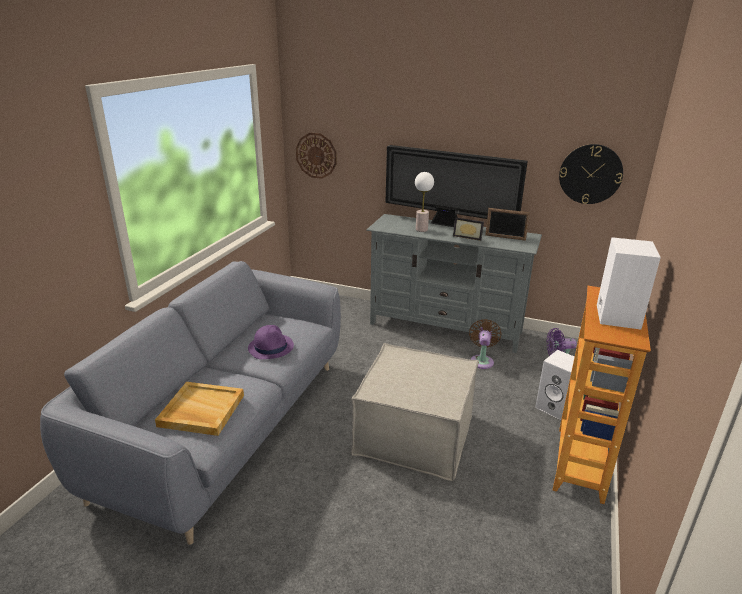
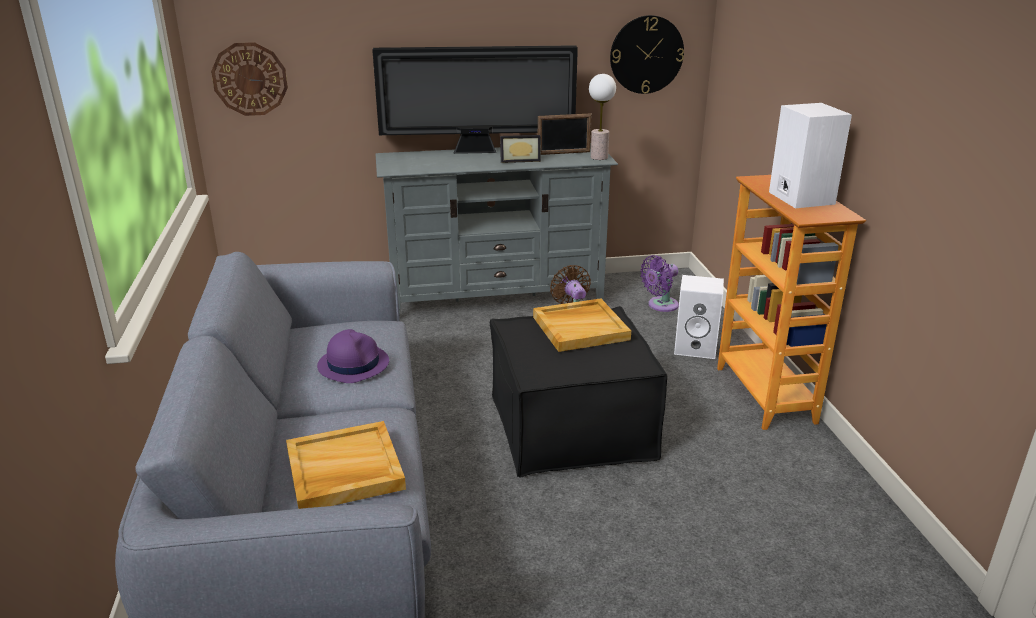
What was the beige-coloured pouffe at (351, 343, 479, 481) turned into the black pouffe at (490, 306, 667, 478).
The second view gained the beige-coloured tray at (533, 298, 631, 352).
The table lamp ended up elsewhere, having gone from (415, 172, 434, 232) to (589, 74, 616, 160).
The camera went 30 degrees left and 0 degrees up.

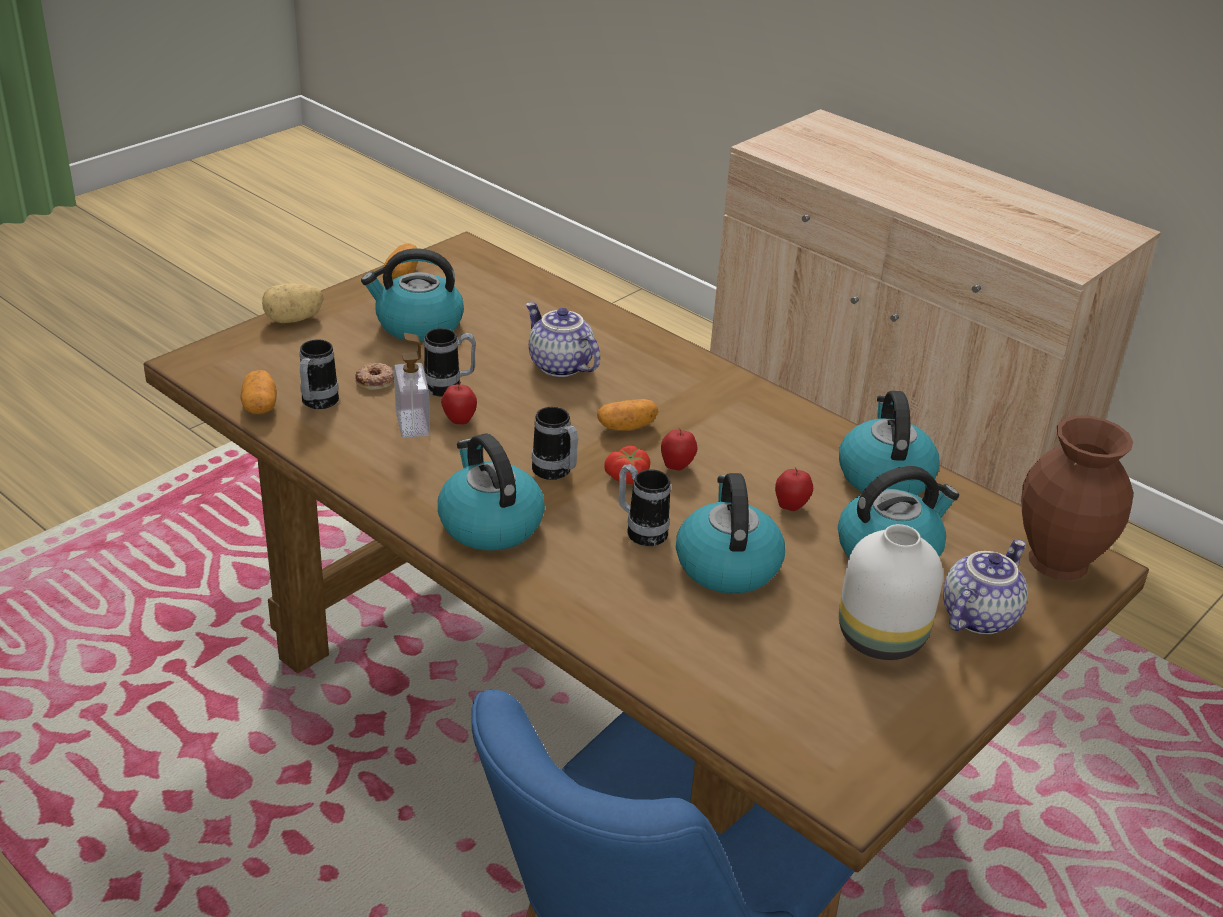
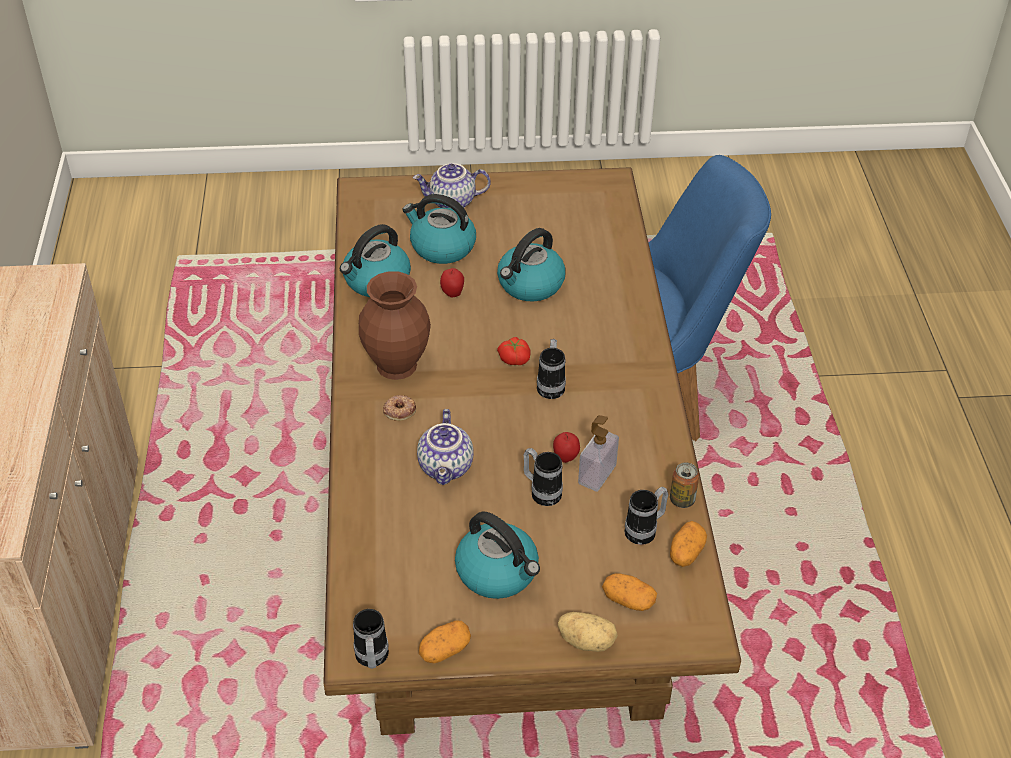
The tea mug ended up elsewhere, having gone from (618, 464, 671, 546) to (353, 609, 389, 669).
The brown vase ended up elsewhere, having gone from (1021, 415, 1134, 580) to (359, 271, 431, 380).
The donut ended up elsewhere, having gone from (356, 363, 394, 390) to (383, 395, 416, 421).
The potato ended up elsewhere, having gone from (597, 399, 658, 431) to (602, 573, 657, 611).
The second view gained the can at (670, 463, 699, 508).
The second view lost the tea kettle at (438, 433, 545, 551).
The second view lost the whole apple at (661, 428, 697, 471).
The second view lost the white-coloured vase at (839, 524, 943, 660).
The camera went 135 degrees left and 10 degrees up.

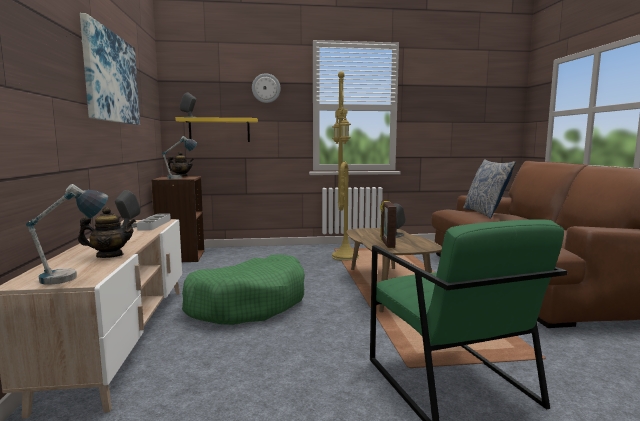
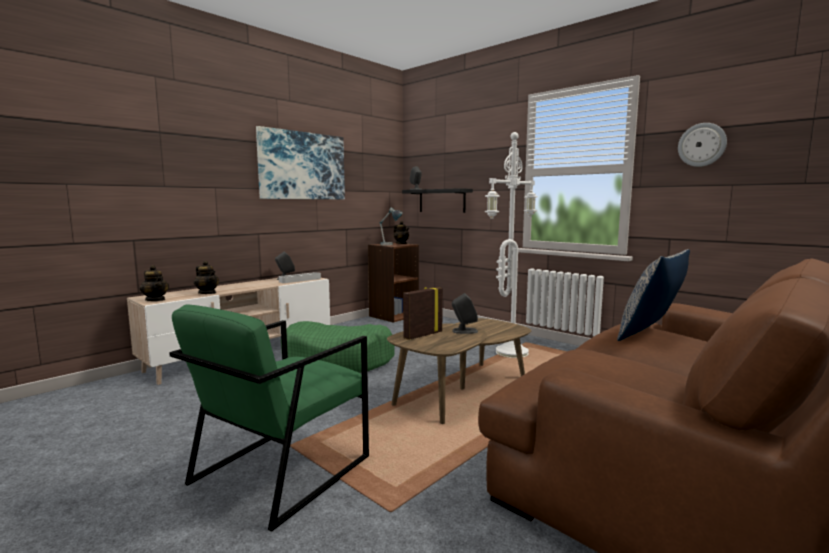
Where the table lamp stood at (26, 184, 108, 285), the pot for tea came to stand at (139, 265, 169, 301).
What was the yellowish wall shelf at (176, 117, 258, 142) turned into the black wall shelf at (402, 188, 473, 213).
What was the yellowish standard lamp at (332, 71, 359, 261) turned into the white-coloured standard lamp at (485, 132, 538, 358).
The hanging clock ended up elsewhere, having gone from (252, 73, 281, 103) to (678, 123, 727, 167).
The camera went 50 degrees right and 0 degrees up.

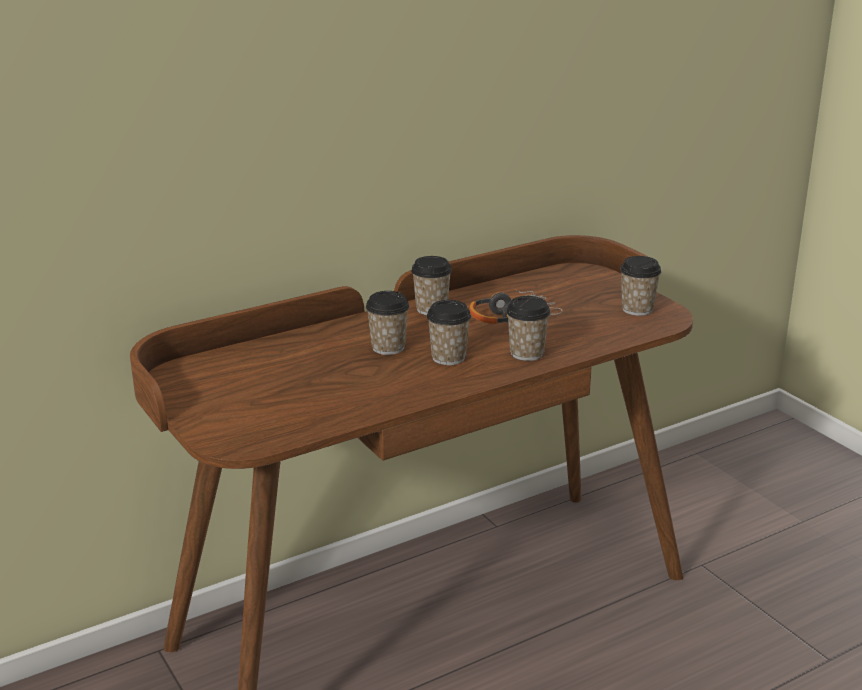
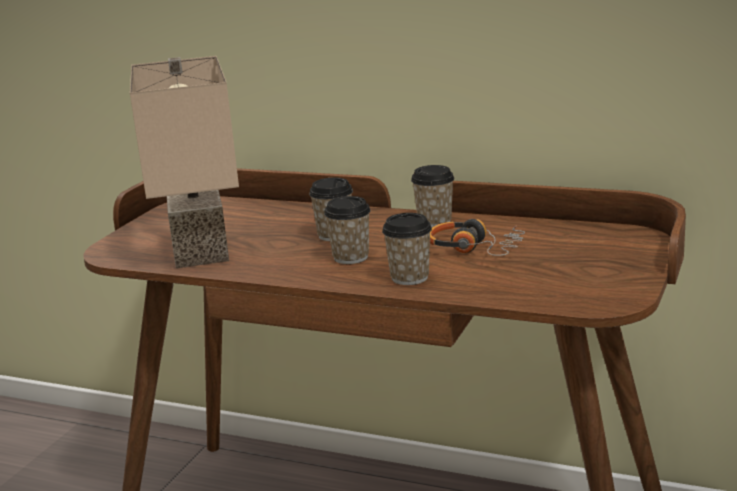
The second view gained the beige-coloured table lamp at (130, 56, 239, 268).
The second view lost the drinking cup at (620, 256, 661, 316).
The camera went 55 degrees right and 5 degrees down.

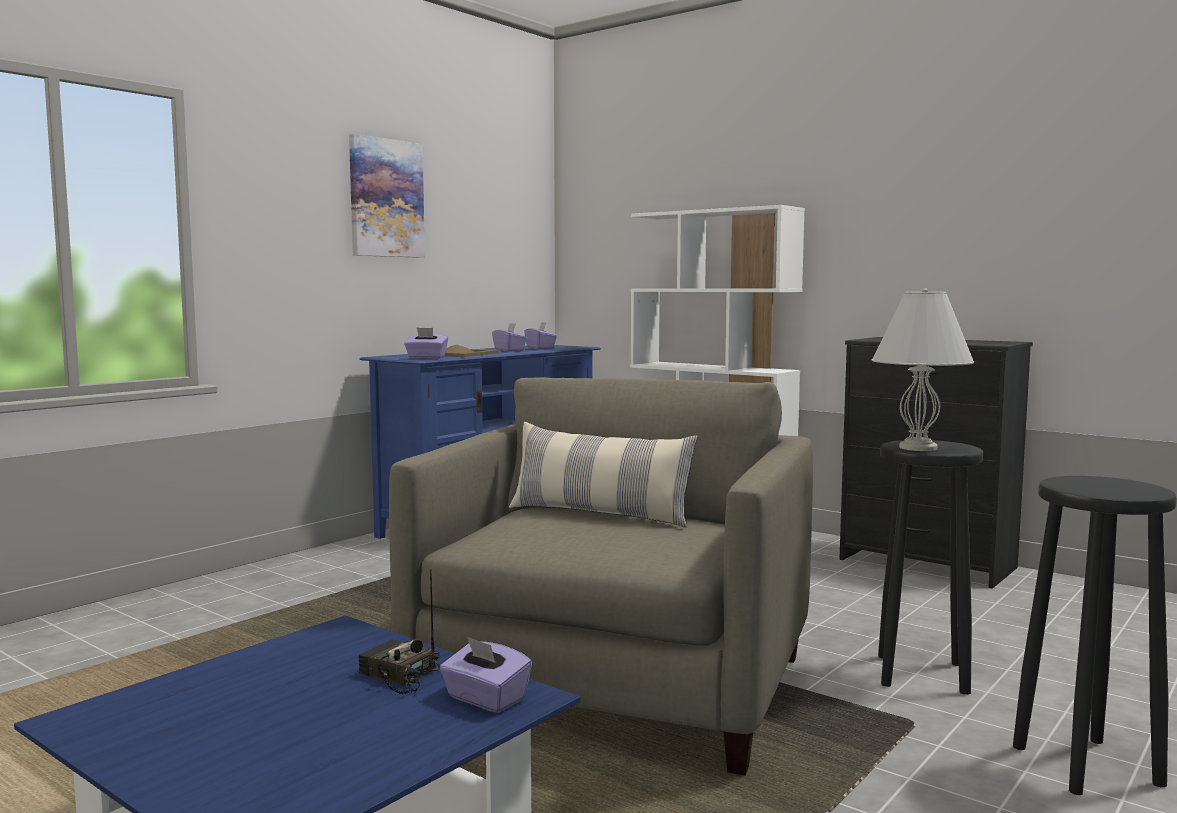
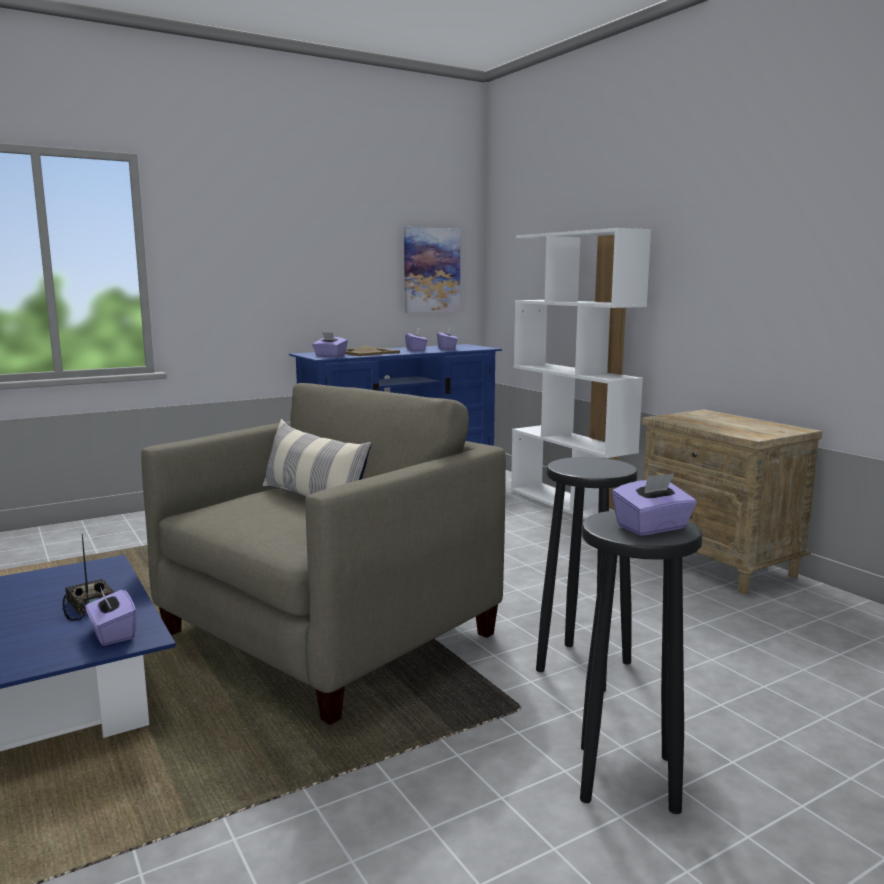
The picture ended up elsewhere, having gone from (349, 134, 425, 258) to (404, 227, 460, 313).
The second view gained the purple-coloured tissue holder at (612, 473, 697, 536).
Where the black chest of drawers stood at (839, 337, 1033, 589), the beige-coloured night table came to stand at (642, 409, 822, 594).
The second view lost the white-coloured table lamp at (871, 288, 974, 451).
The camera went 20 degrees right and 5 degrees up.

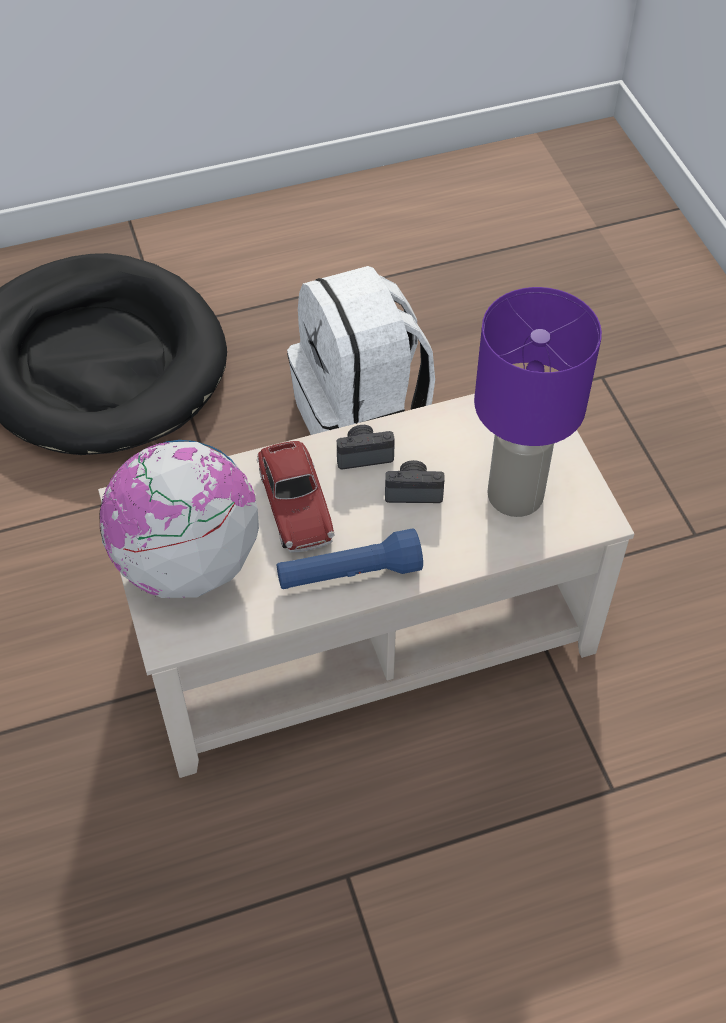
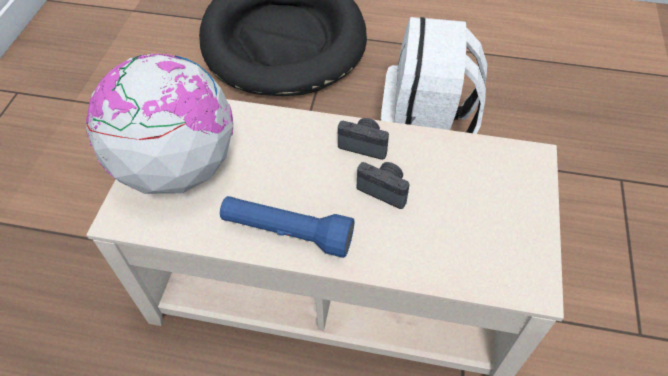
The second view lost the model car at (257, 441, 334, 553).
The second view lost the purple-coloured table lamp at (474, 287, 602, 517).
The camera went 30 degrees right and 0 degrees up.

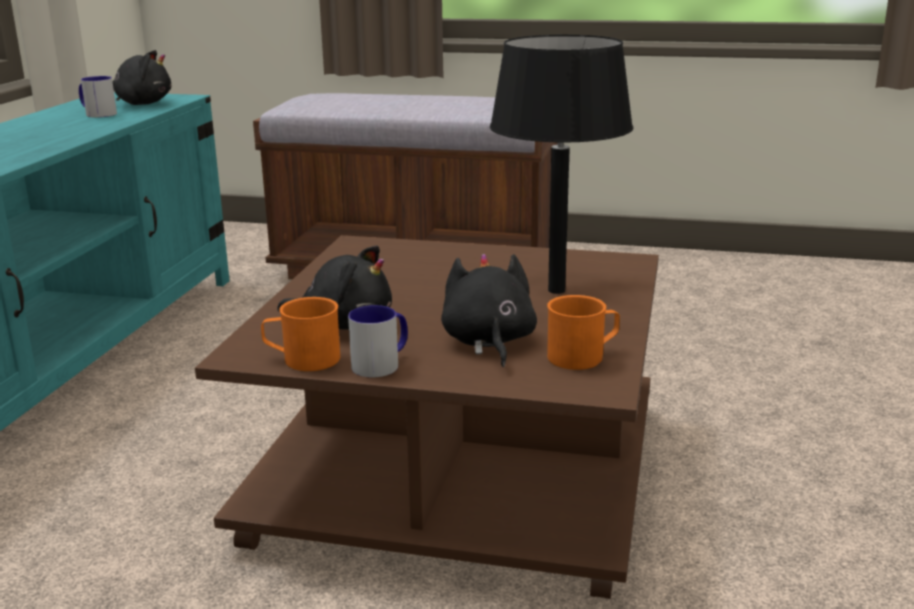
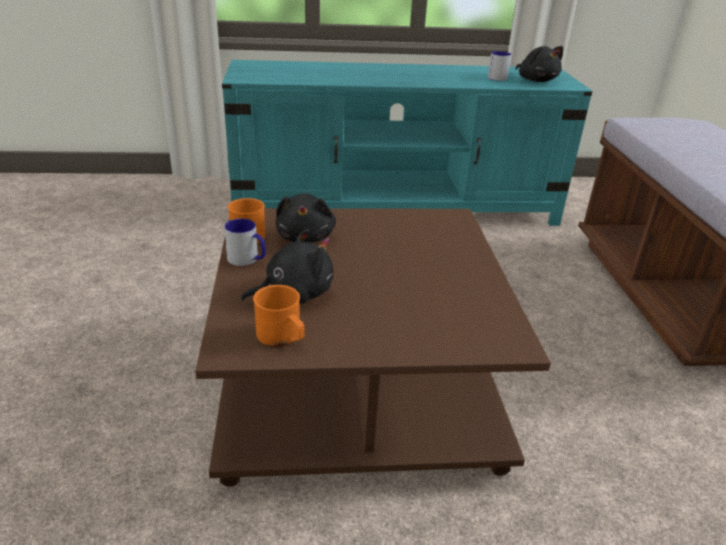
The second view lost the black table lamp at (490, 35, 633, 294).
The camera went 70 degrees right and 10 degrees up.

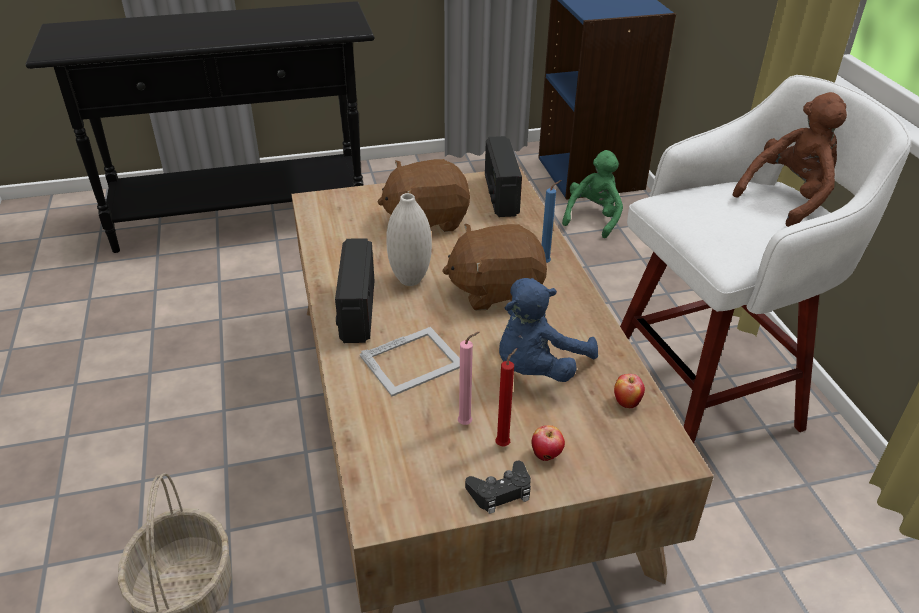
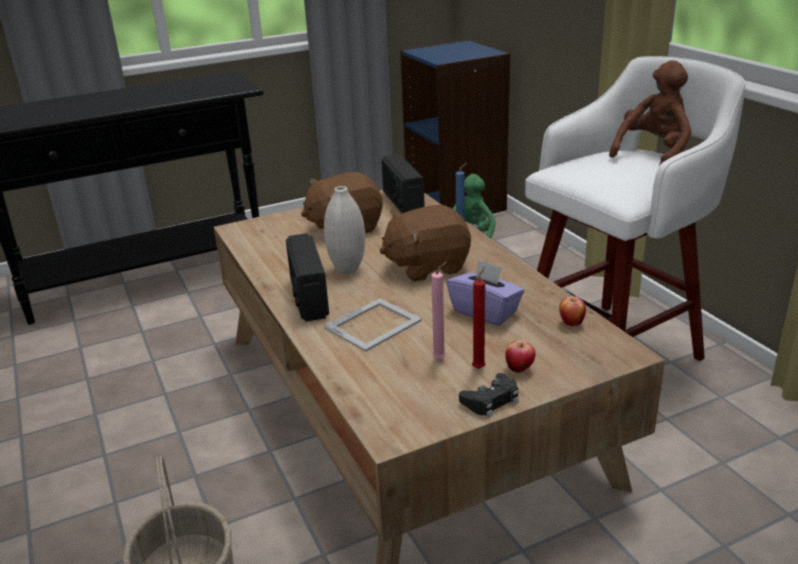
Where the blue-coloured cuddly toy stood at (499, 278, 598, 382), the purple-coloured tissue holder came to stand at (447, 260, 524, 326).
The camera went 10 degrees left and 10 degrees down.

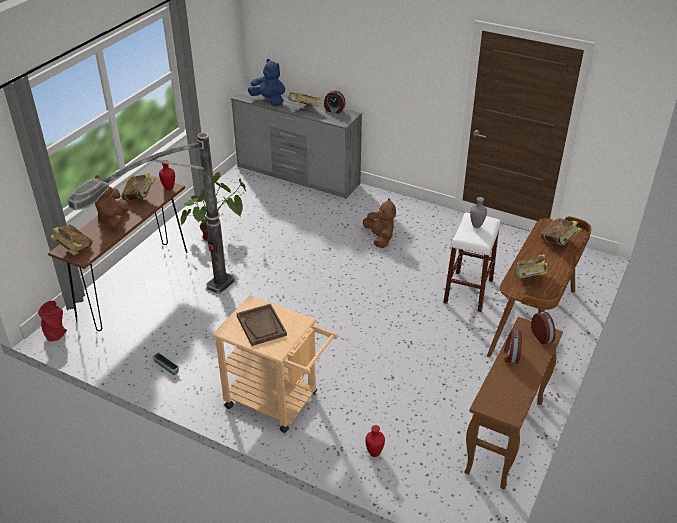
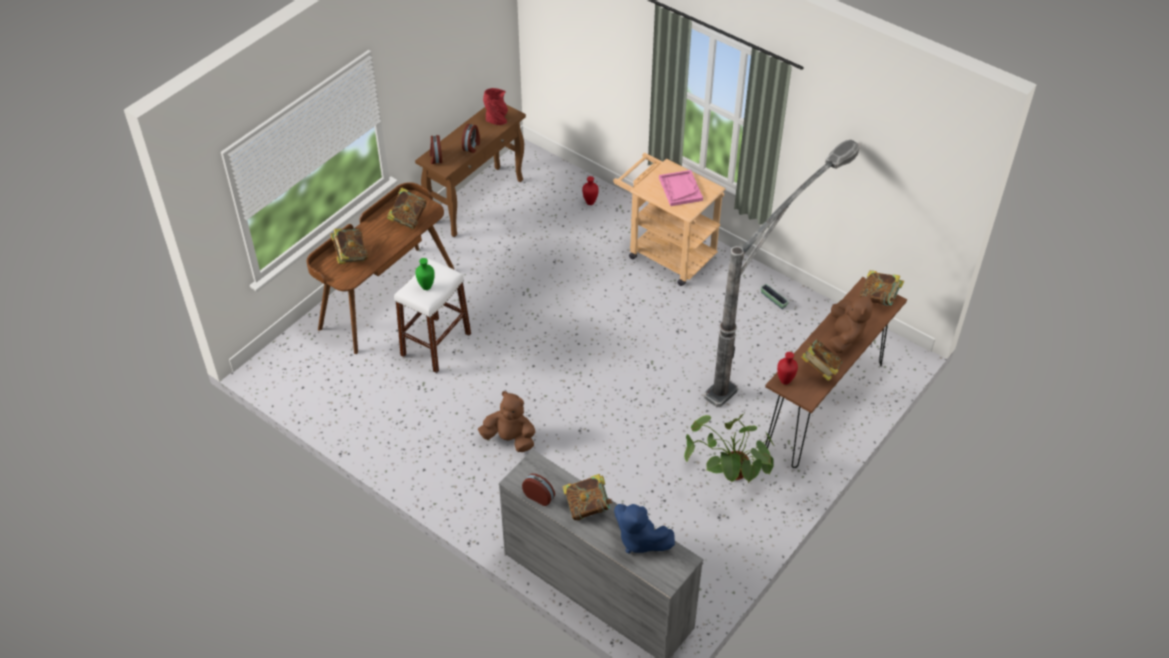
What was the gray vase at (470, 197, 487, 228) turned into the green-coloured vase at (415, 258, 434, 290).
The brown cuddly toy at (363, 198, 396, 248) ended up facing another way, 120 degrees clockwise from before.
The red-coloured vase ended up elsewhere, having gone from (38, 300, 67, 342) to (483, 88, 508, 125).
What was the brown tray at (236, 304, 287, 346) turned into the pink-coloured tray at (659, 170, 703, 206).
The camera went 170 degrees left and 10 degrees up.

